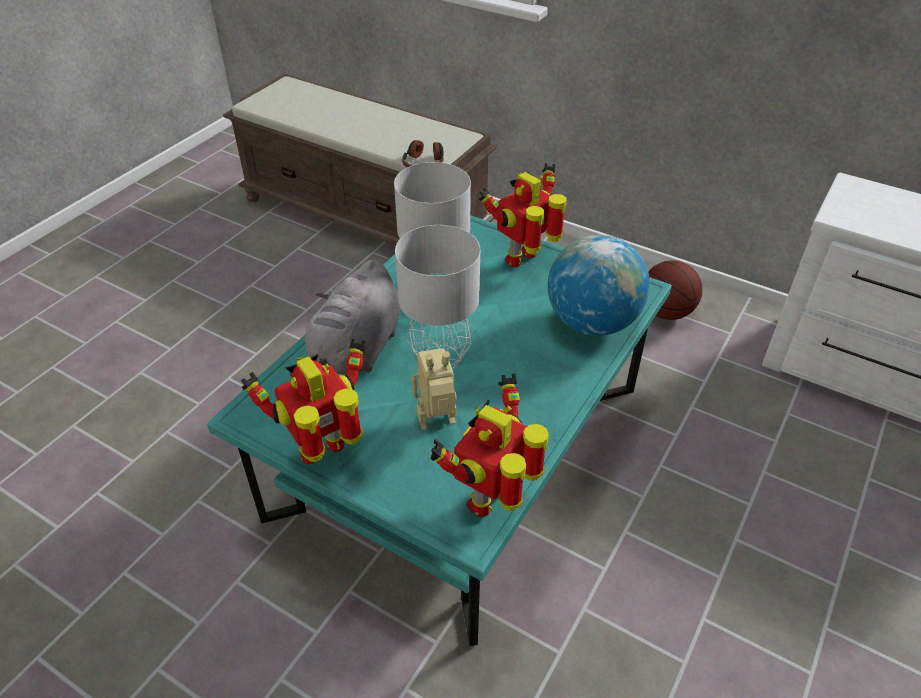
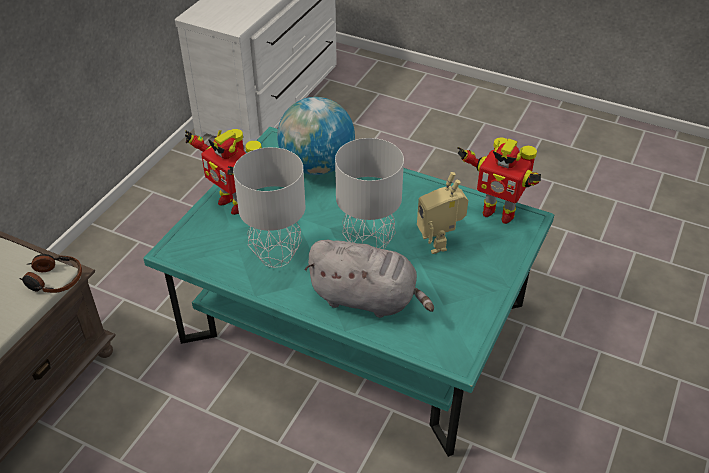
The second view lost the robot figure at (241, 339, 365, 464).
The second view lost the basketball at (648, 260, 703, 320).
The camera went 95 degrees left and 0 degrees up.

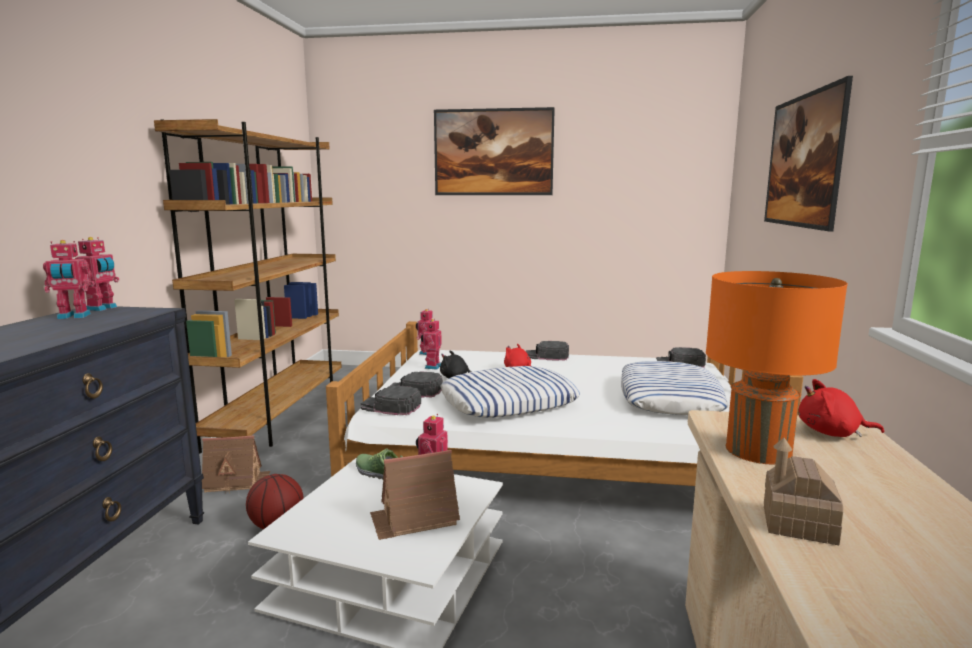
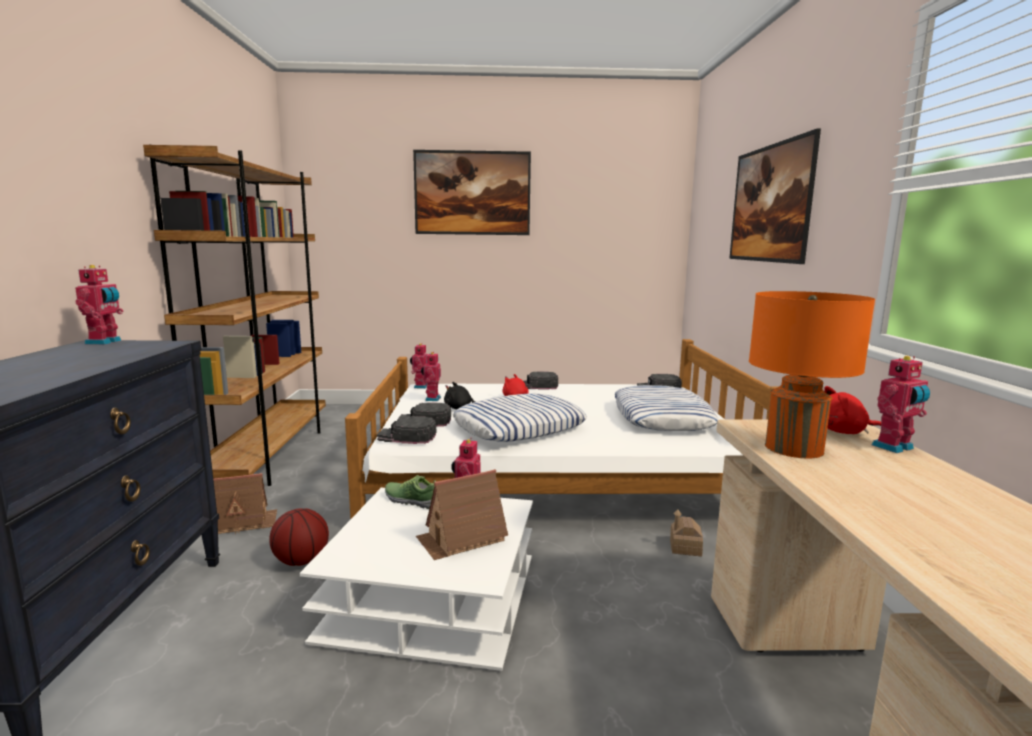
The model house ended up elsewhere, having gone from (764, 438, 843, 545) to (670, 509, 703, 557).
The robot figure ended up elsewhere, having gone from (43, 240, 92, 319) to (872, 356, 930, 453).
The camera went 10 degrees left and 0 degrees up.

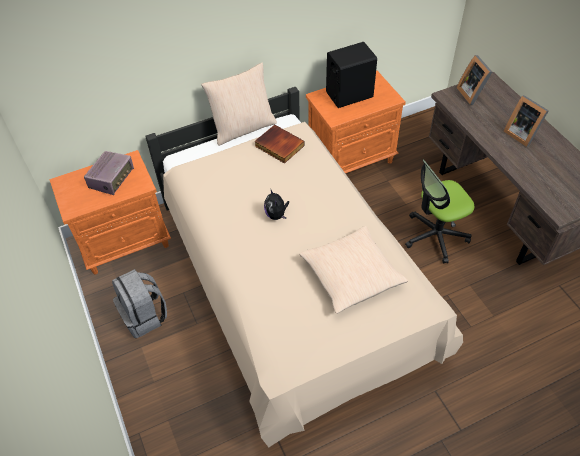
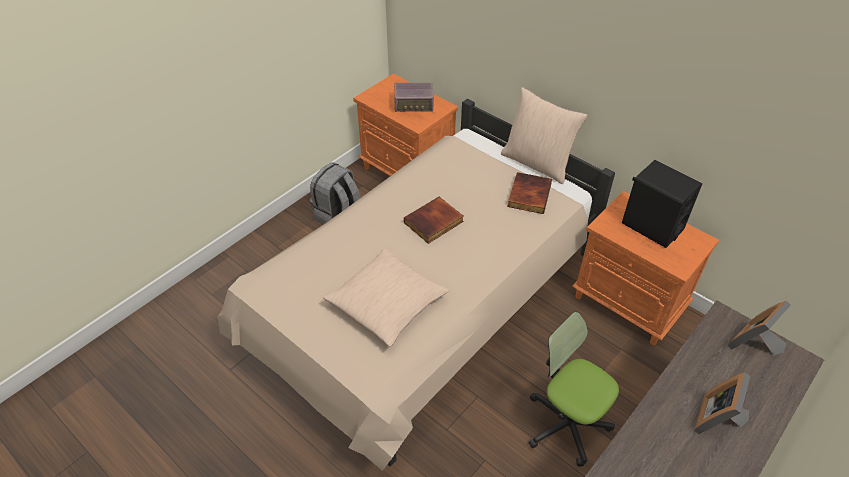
Where the cuddly toy stood at (264, 188, 289, 220), the bound book came to stand at (404, 197, 464, 244).
The camera went 65 degrees right and 5 degrees down.

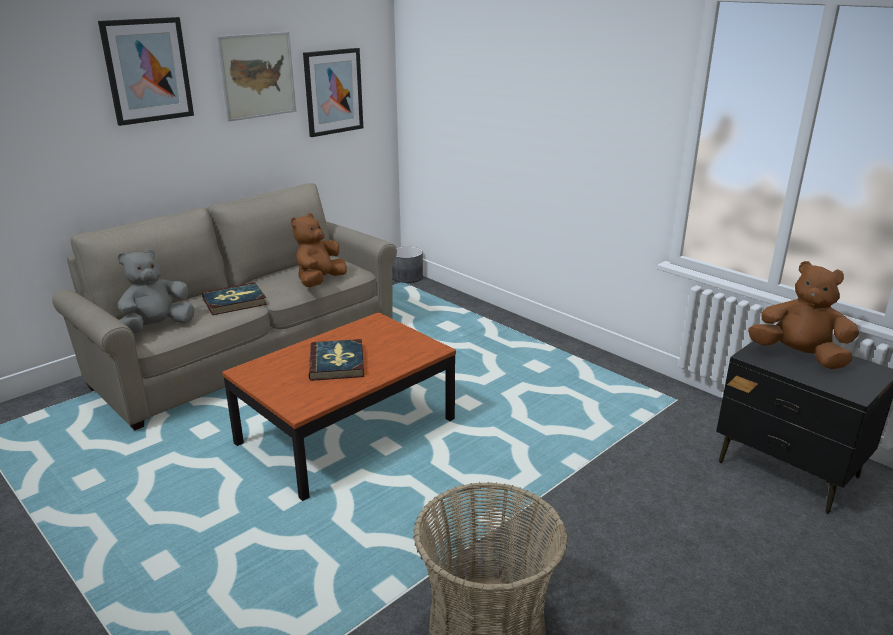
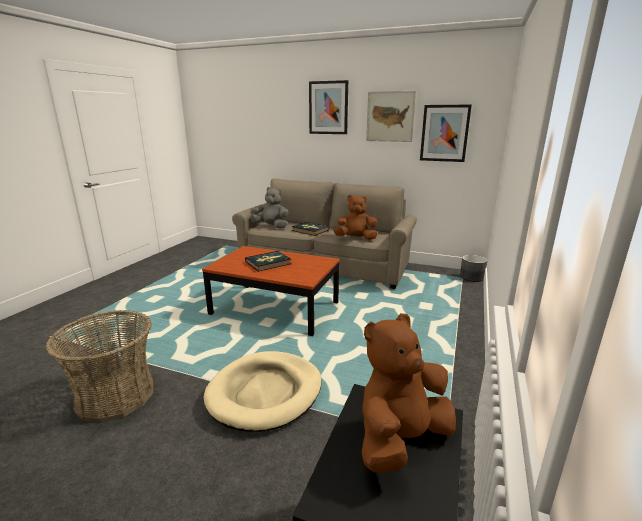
The second view gained the beige-coloured dog bed at (203, 351, 321, 432).
The brown cuddly toy at (748, 261, 859, 369) ended up facing another way, 135 degrees counterclockwise from before.
The camera went 65 degrees right and 5 degrees down.

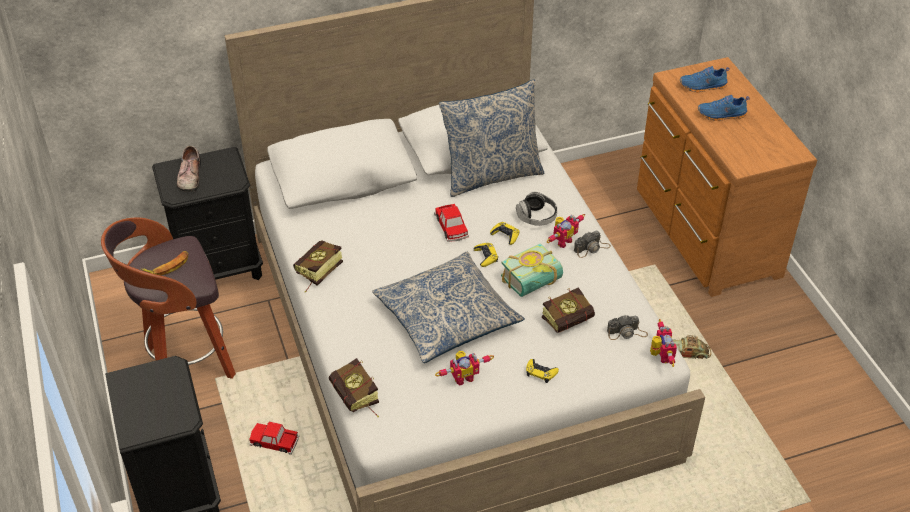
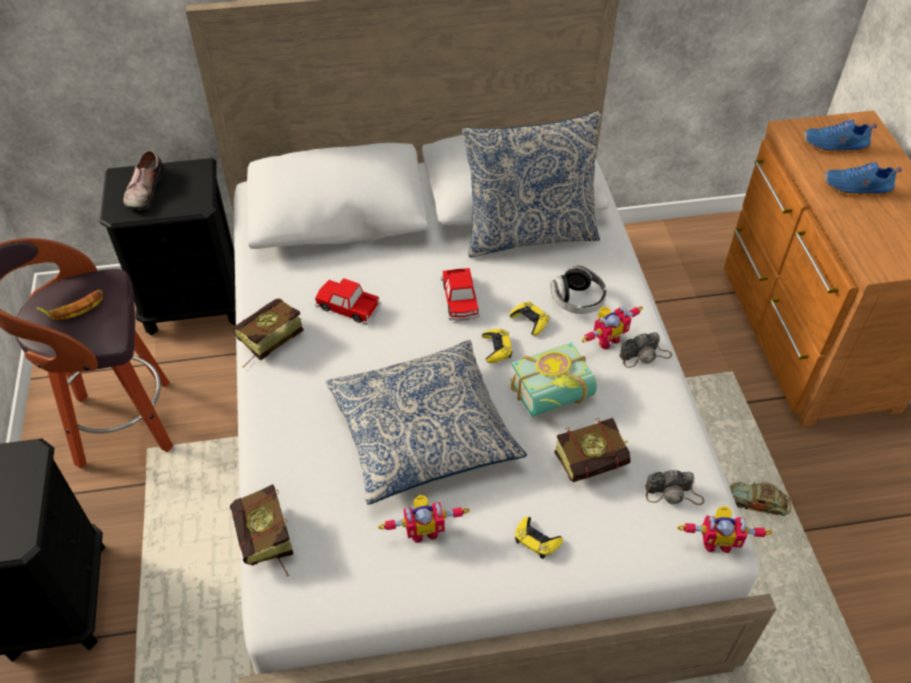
The model car ended up elsewhere, having gone from (249, 422, 299, 455) to (315, 278, 381, 325).
The robot figure at (650, 319, 677, 367) ended up facing another way, 90 degrees clockwise from before.
The camera went 10 degrees right and 5 degrees up.

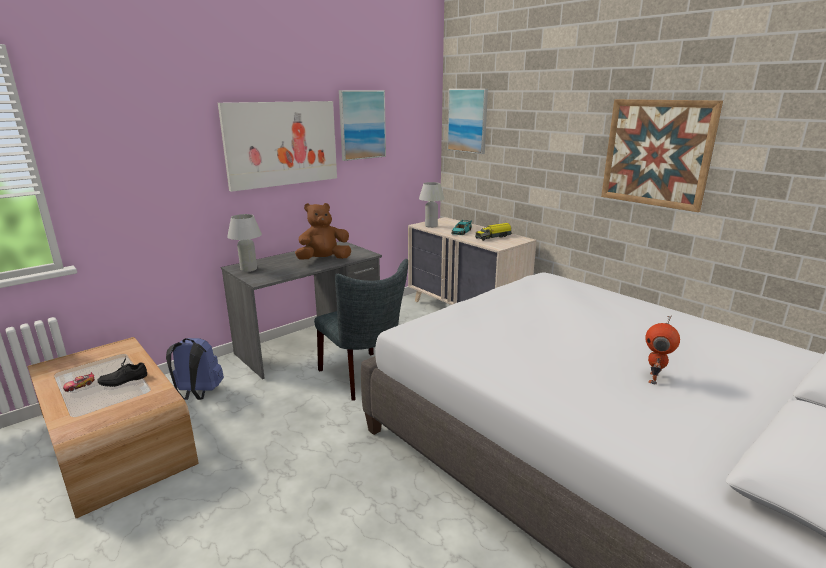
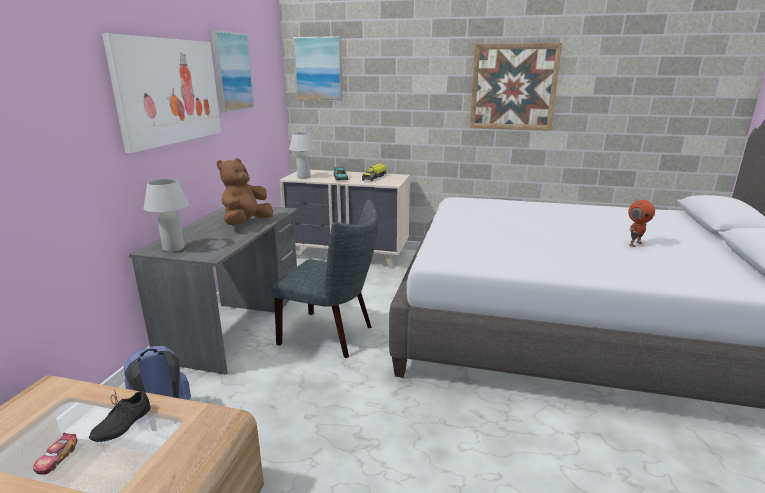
The robot figure at (645, 315, 680, 384) ended up facing another way, 120 degrees counterclockwise from before.
The camera went 35 degrees left and 0 degrees up.

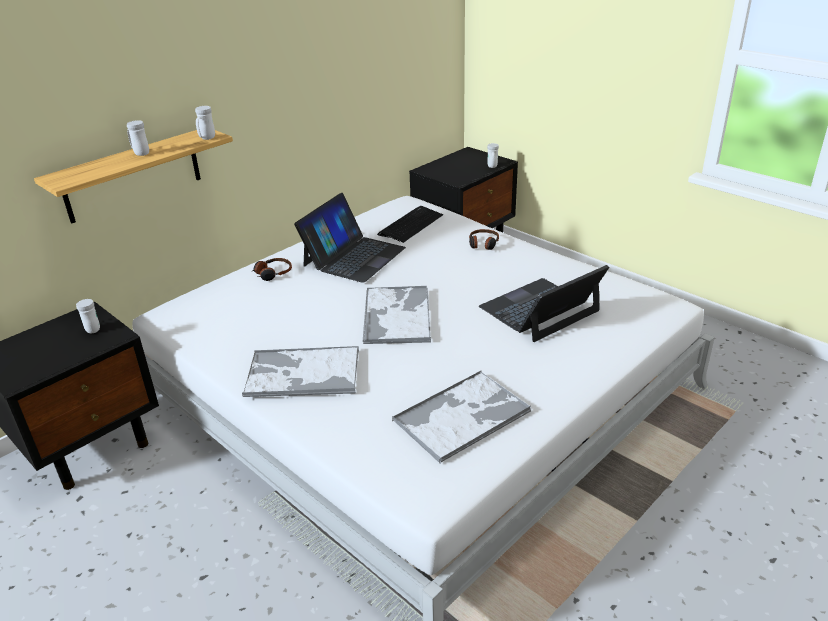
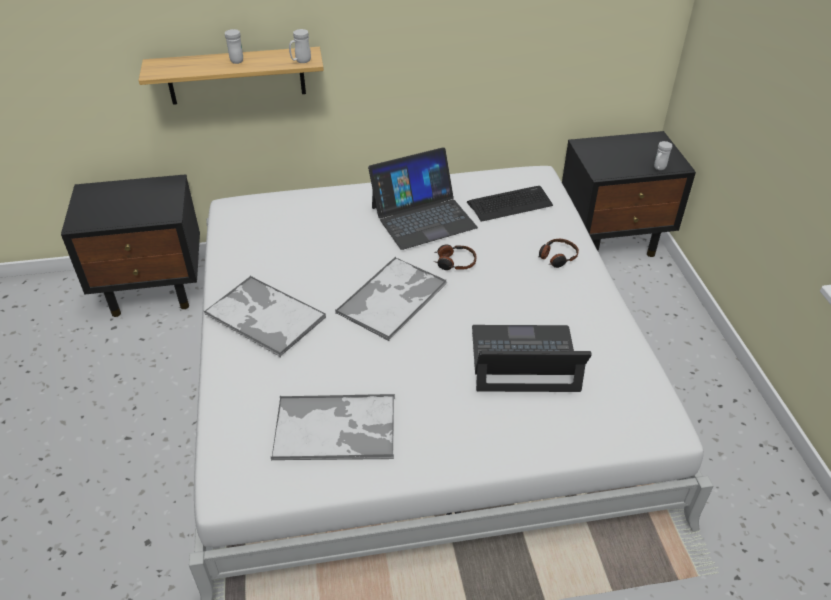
The pair of headphones ended up elsewhere, having gone from (251, 258, 292, 281) to (434, 244, 476, 270).
The second view lost the white-coloured tea mug at (76, 299, 100, 333).
The camera went 35 degrees right and 10 degrees up.

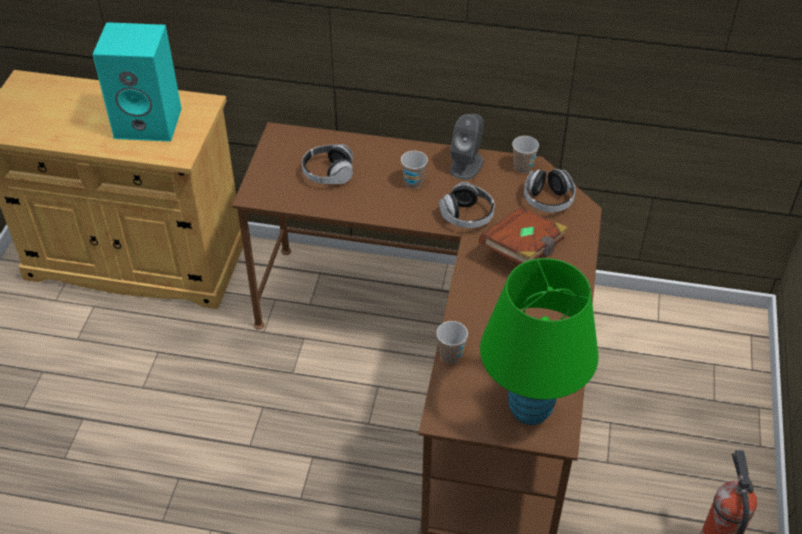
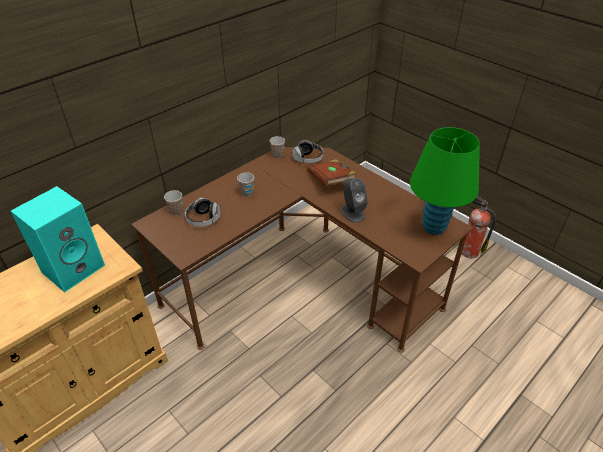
The drinking cup ended up elsewhere, having gone from (436, 321, 468, 364) to (164, 190, 183, 215).
The gray loudspeaker ended up elsewhere, having gone from (450, 113, 484, 180) to (340, 178, 368, 223).
The second view lost the pair of headphones at (439, 182, 494, 228).
The camera went 55 degrees left and 5 degrees down.

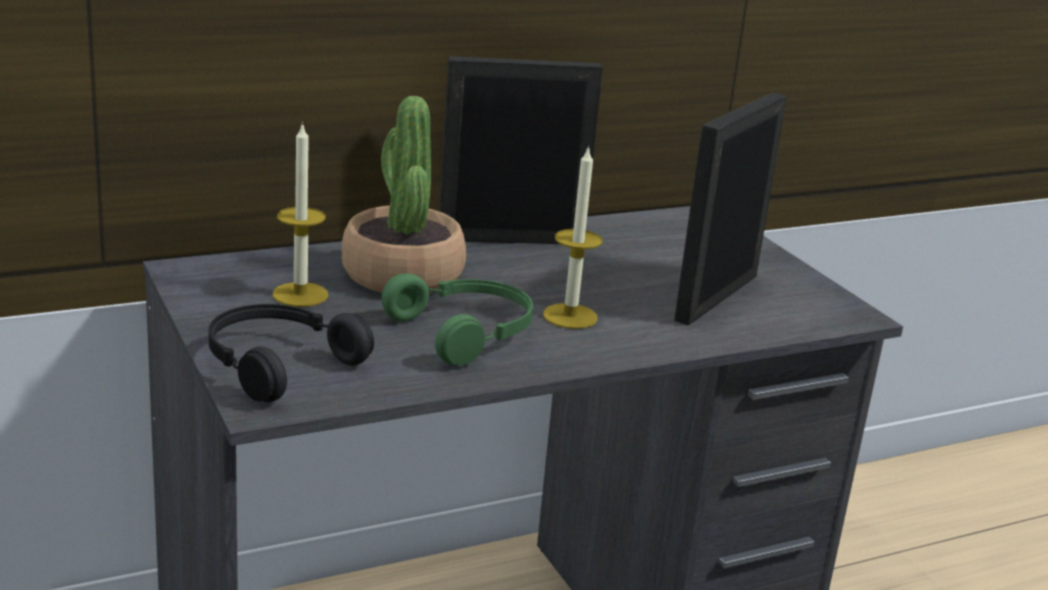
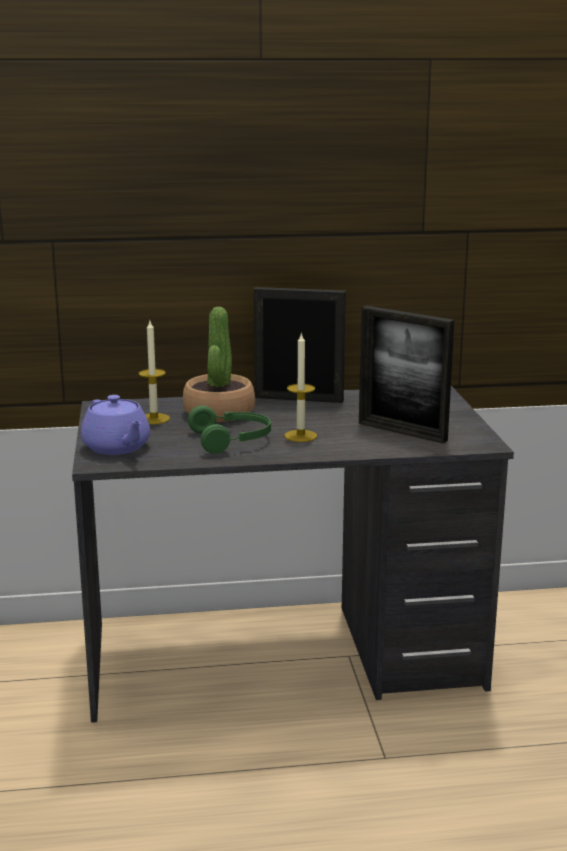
Where the black pair of headphones stood at (208, 304, 374, 402), the purple-coloured pot for tea came to stand at (81, 395, 150, 455).
The photo frame at (674, 92, 787, 326) ended up facing another way, 105 degrees counterclockwise from before.
The camera went 20 degrees right and 5 degrees down.

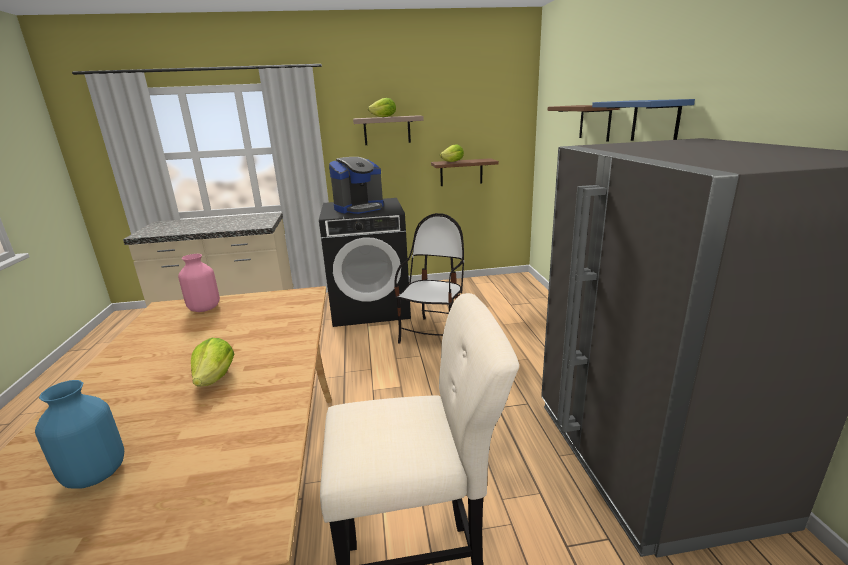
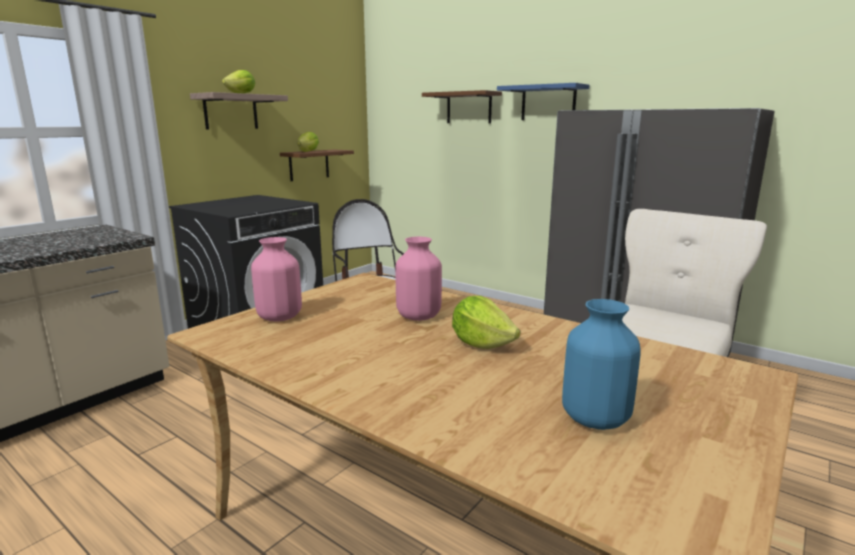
The second view gained the pink-coloured vase at (395, 236, 442, 321).
The second view lost the coffee maker at (329, 157, 384, 214).
The camera went 45 degrees left and 5 degrees down.

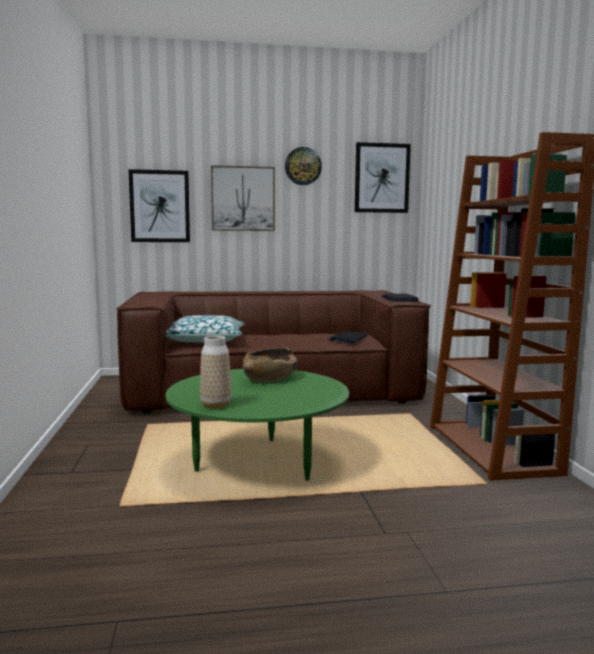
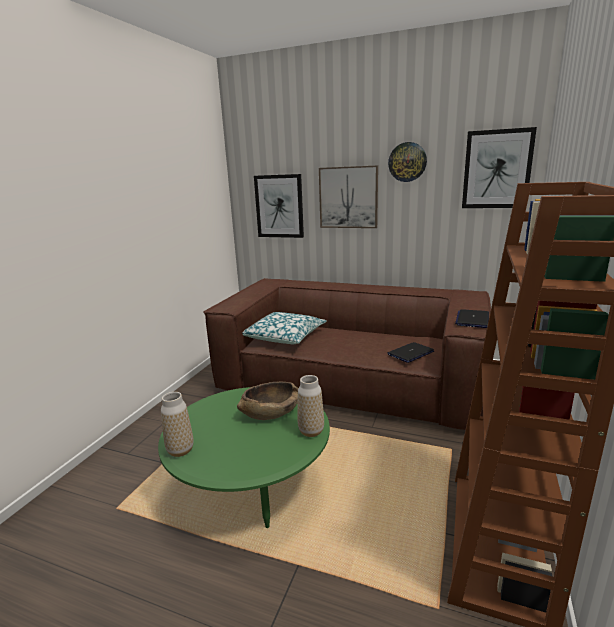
The second view gained the vase at (298, 375, 324, 437).
The camera went 30 degrees right and 10 degrees up.

